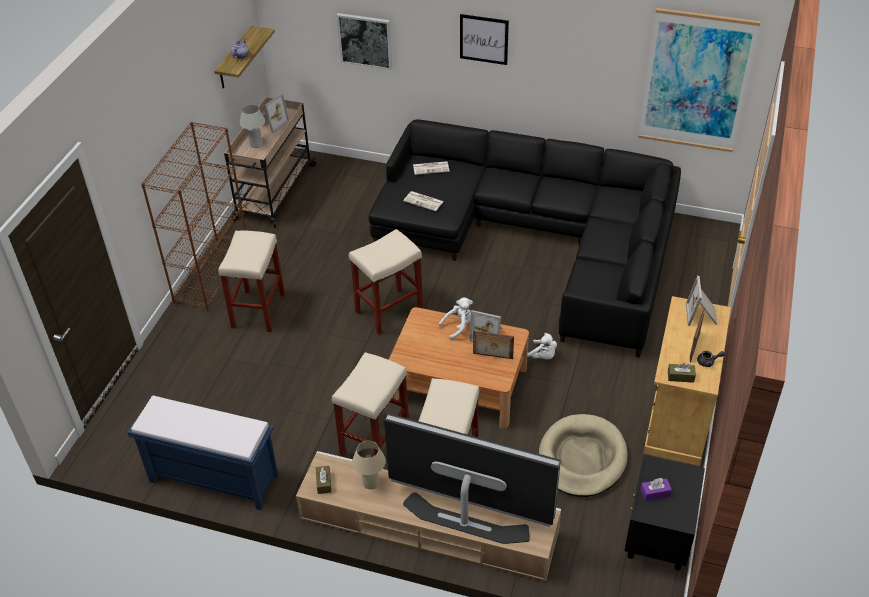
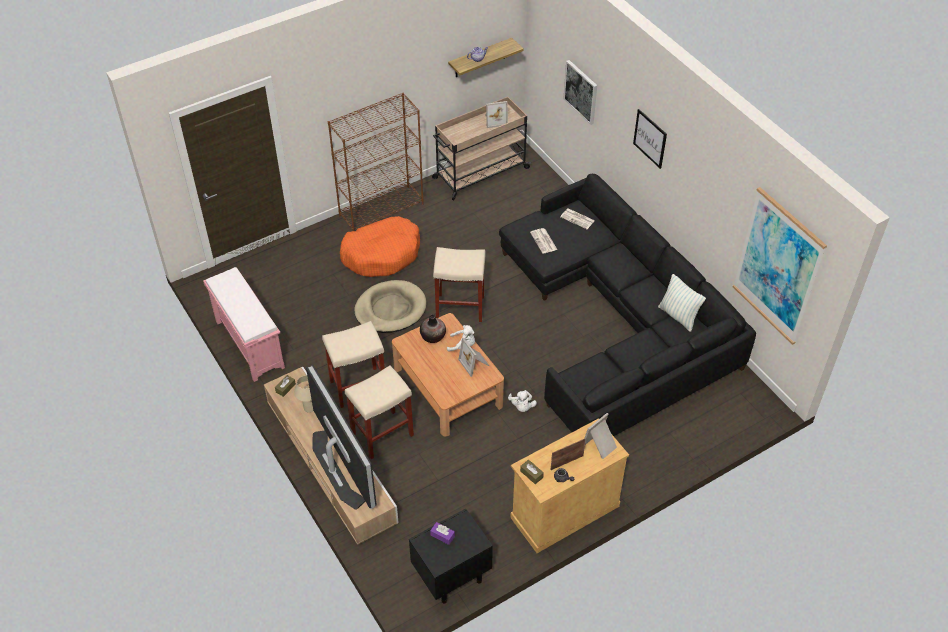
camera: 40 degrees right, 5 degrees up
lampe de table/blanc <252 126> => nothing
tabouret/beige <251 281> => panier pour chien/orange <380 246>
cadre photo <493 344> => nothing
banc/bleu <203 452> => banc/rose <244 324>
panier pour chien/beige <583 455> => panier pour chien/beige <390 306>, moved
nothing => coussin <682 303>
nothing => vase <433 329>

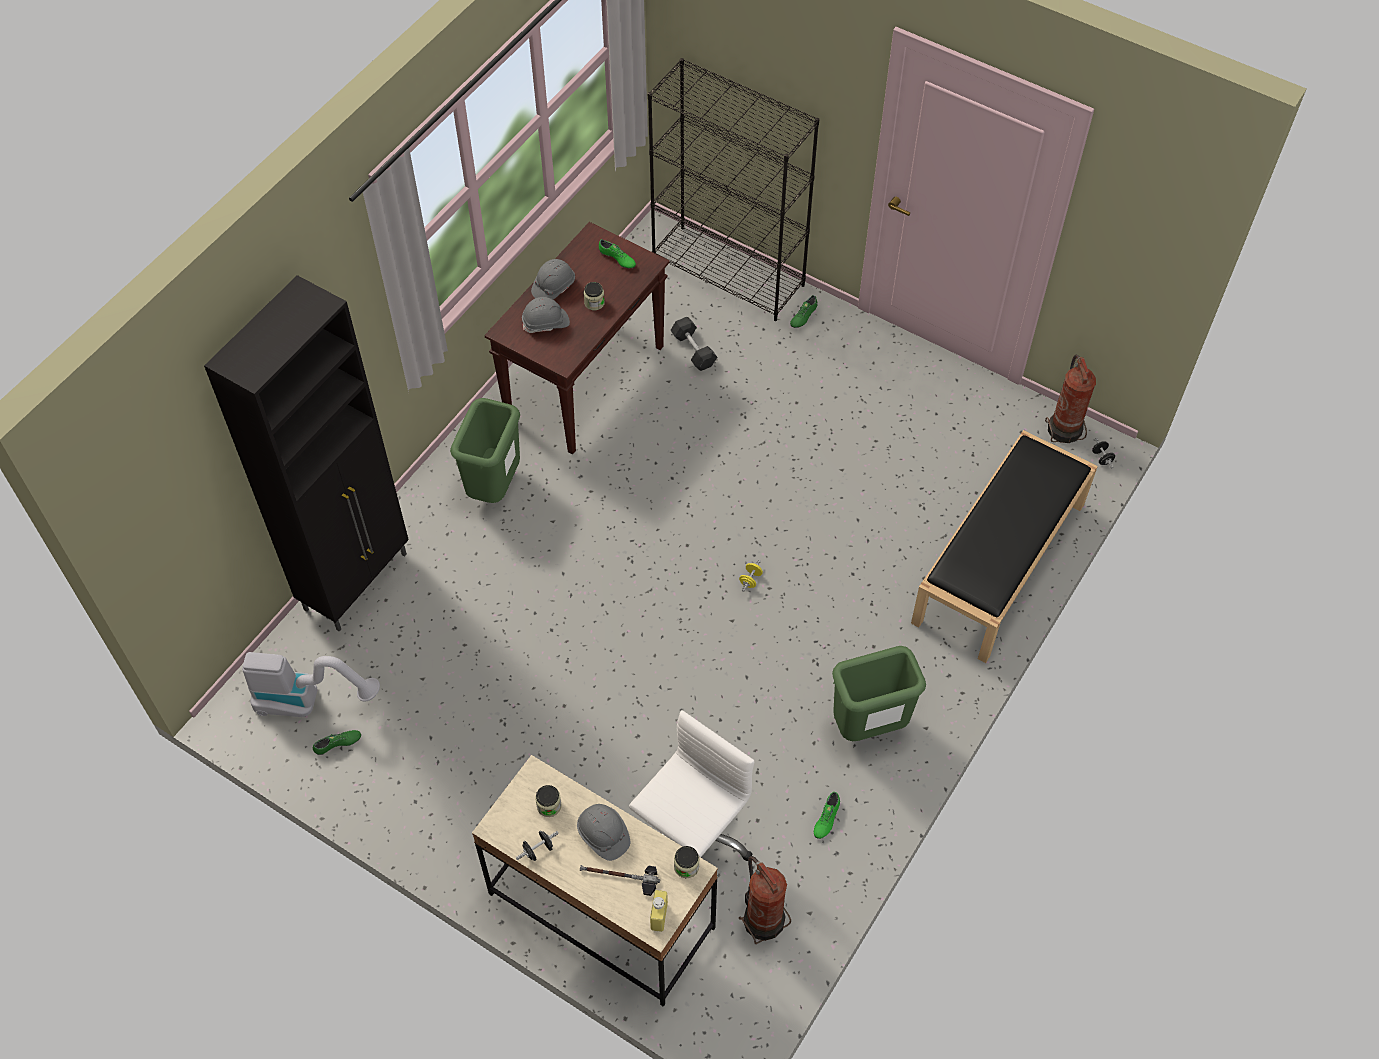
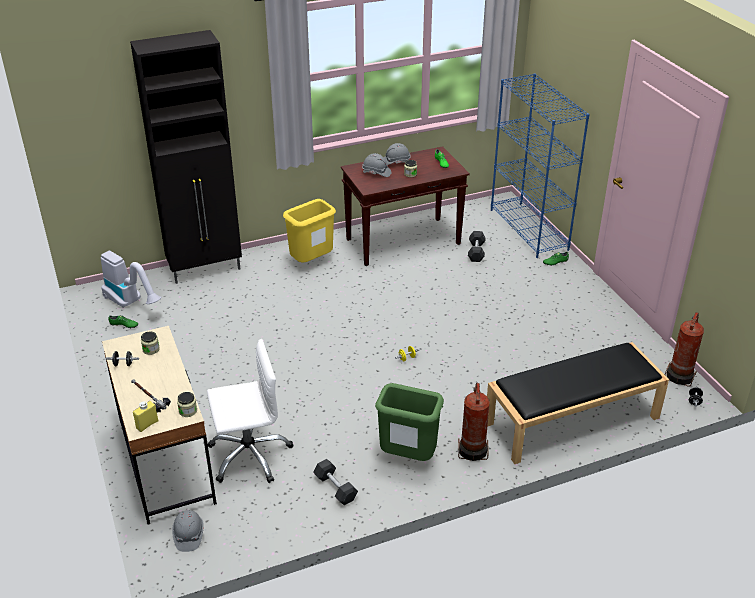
camera: 35 degrees right, 20 degrees down
bibliothèque/noir <733 189> => bibliothèque/bleu <540 165>
poubelle/vert <485 450> => poubelle/jaune <309 231>
chaussure/vert <827 815> => haltère/gris <335 482>
casque de chantier/gris <603 832> => casque de chantier/gris <188 531>, moved
extincteur <765 900> => extincteur <474 421>, moved

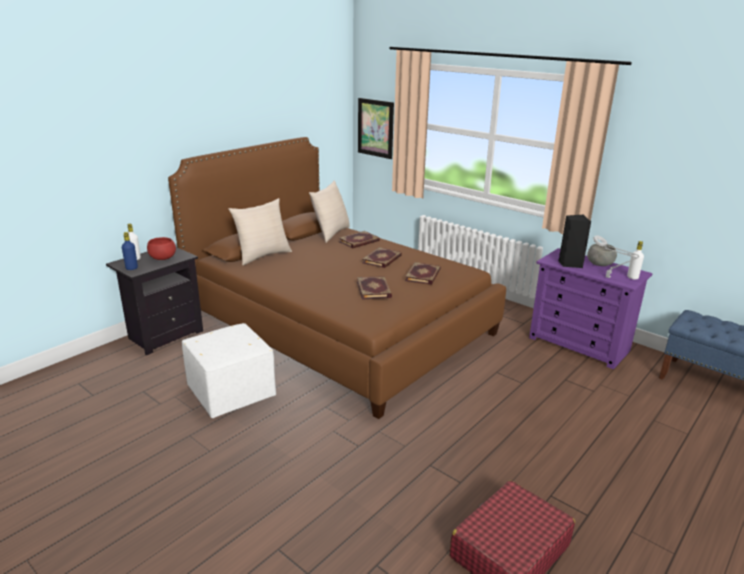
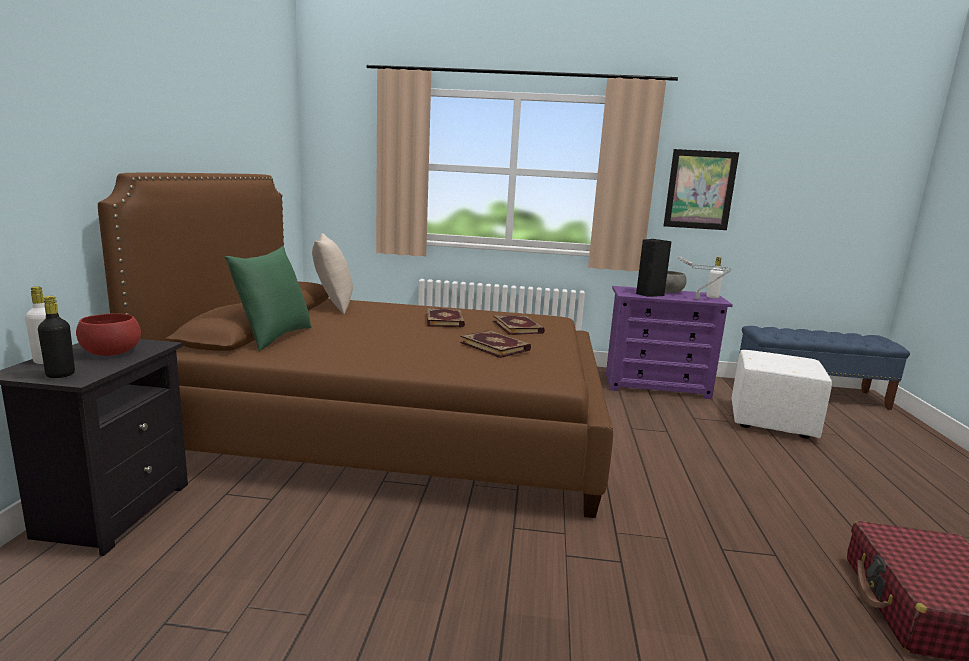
camera: 35 degrees left, 10 degrees down
tableau <376 128> => tableau <701 189>, moved
coussin/beige <260 231> => coussin/vert <268 298>
livre <359 239> => nothing
bouteille/bleu <130 251> => bouteille/noir <56 337>
pouf/blanc <229 370> => pouf/blanc <781 394>, moved

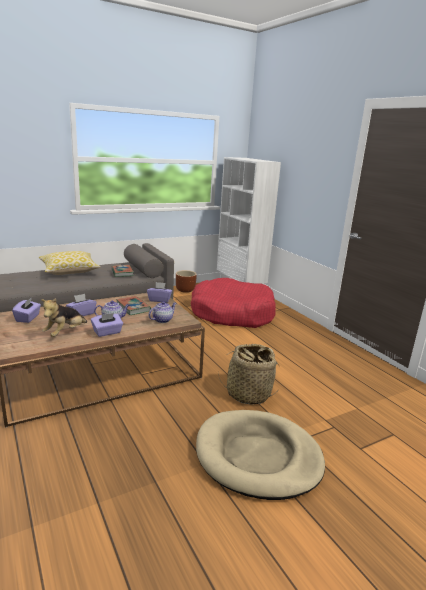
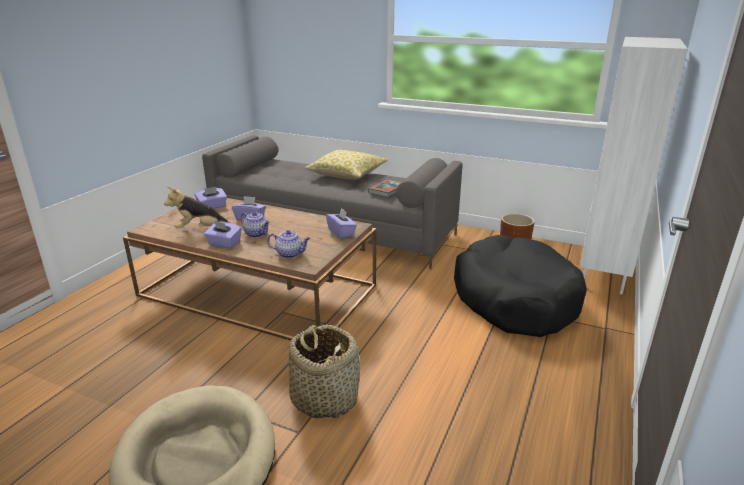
camera: 55 degrees right, 5 degrees up
panier pour chien/rouge <233 303> => panier pour chien/noir <520 286>
livre <133 305> => nothing

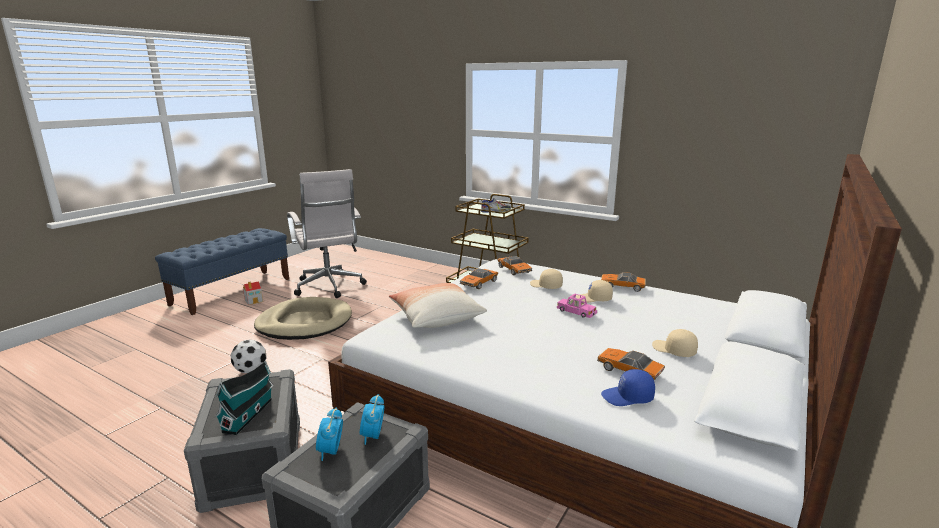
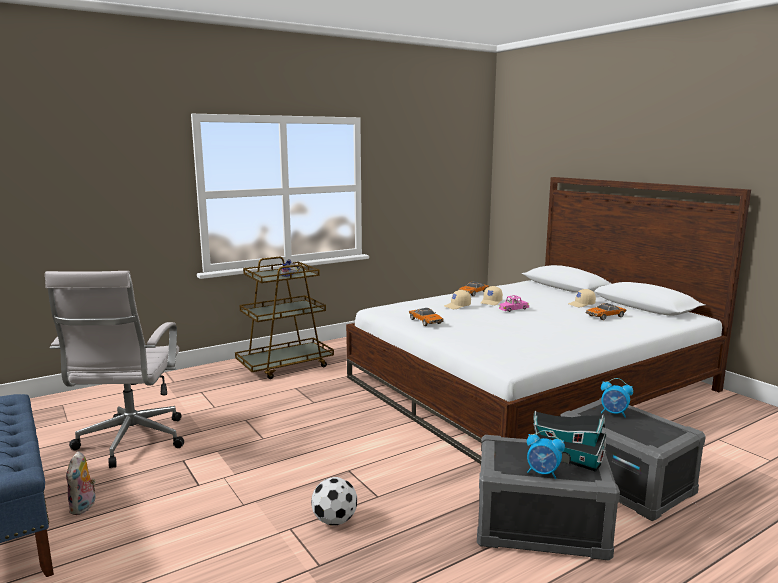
camera: 65 degrees left, 5 degrees down
chaise de bureau/blanc <327 233> => chaise de bureau/blanc <114 369>, 90 degrees clockwise
petite voiture <514 265> => nothing
maison miniature <253 293> => peluche <81 483>
coussin <438 305> => nothing
panier pour chien/beige <303 318> => nothing
casquette/bleu <628 387> => nothing
réveil <329 434> => réveil <546 454>, moved

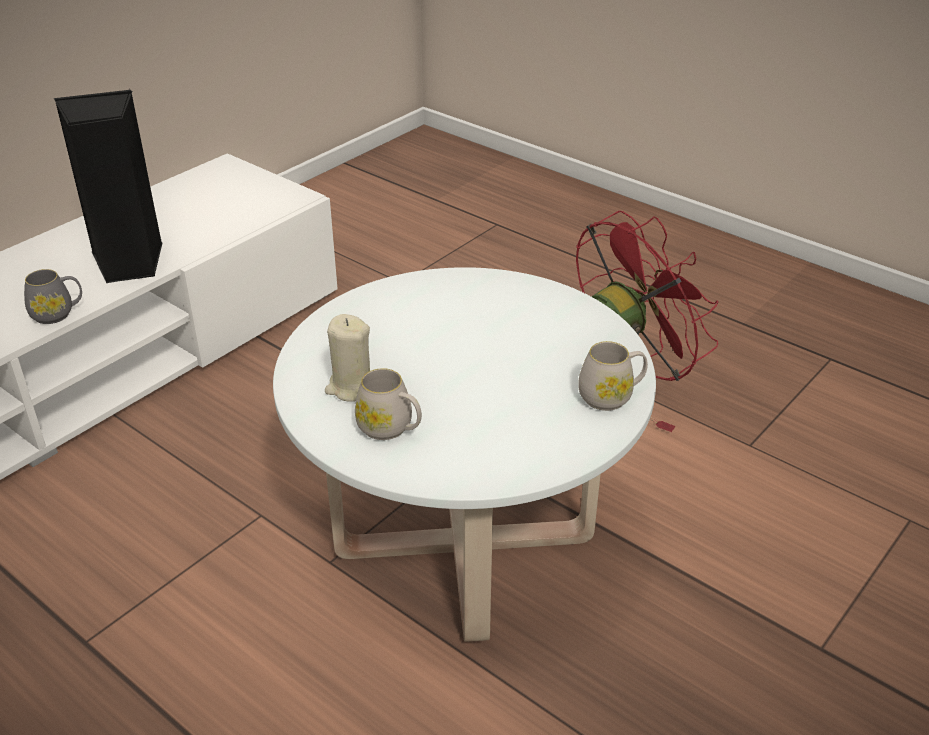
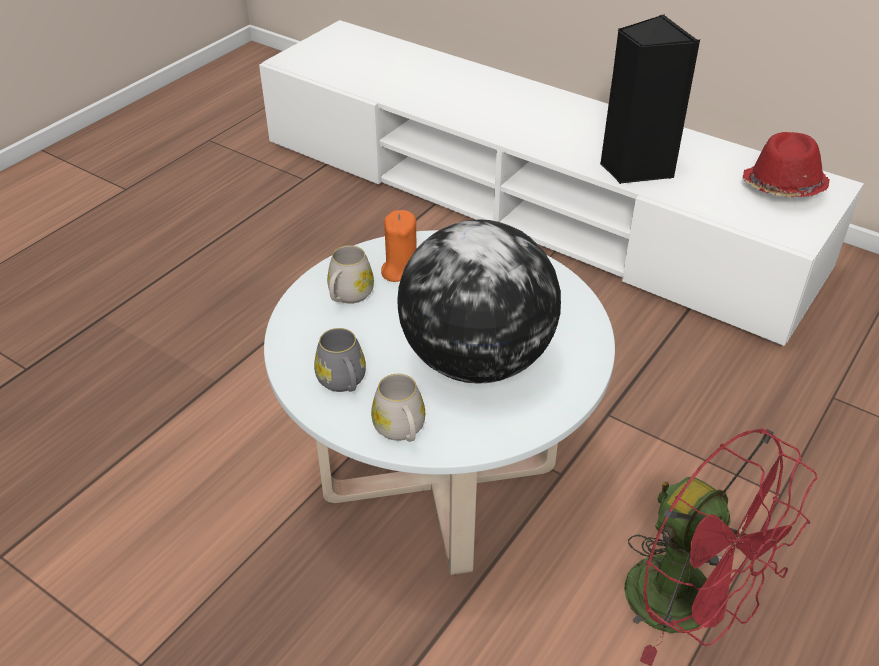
camera: 85 degrees right, 5 degrees up
mug/gris <53 296> => mug/gris <340 360>, moved
bougie/beige <347 358> => bougie/orange <399 246>
nothing => chapeau/rouge <786 165>
nothing => globe <479 302>

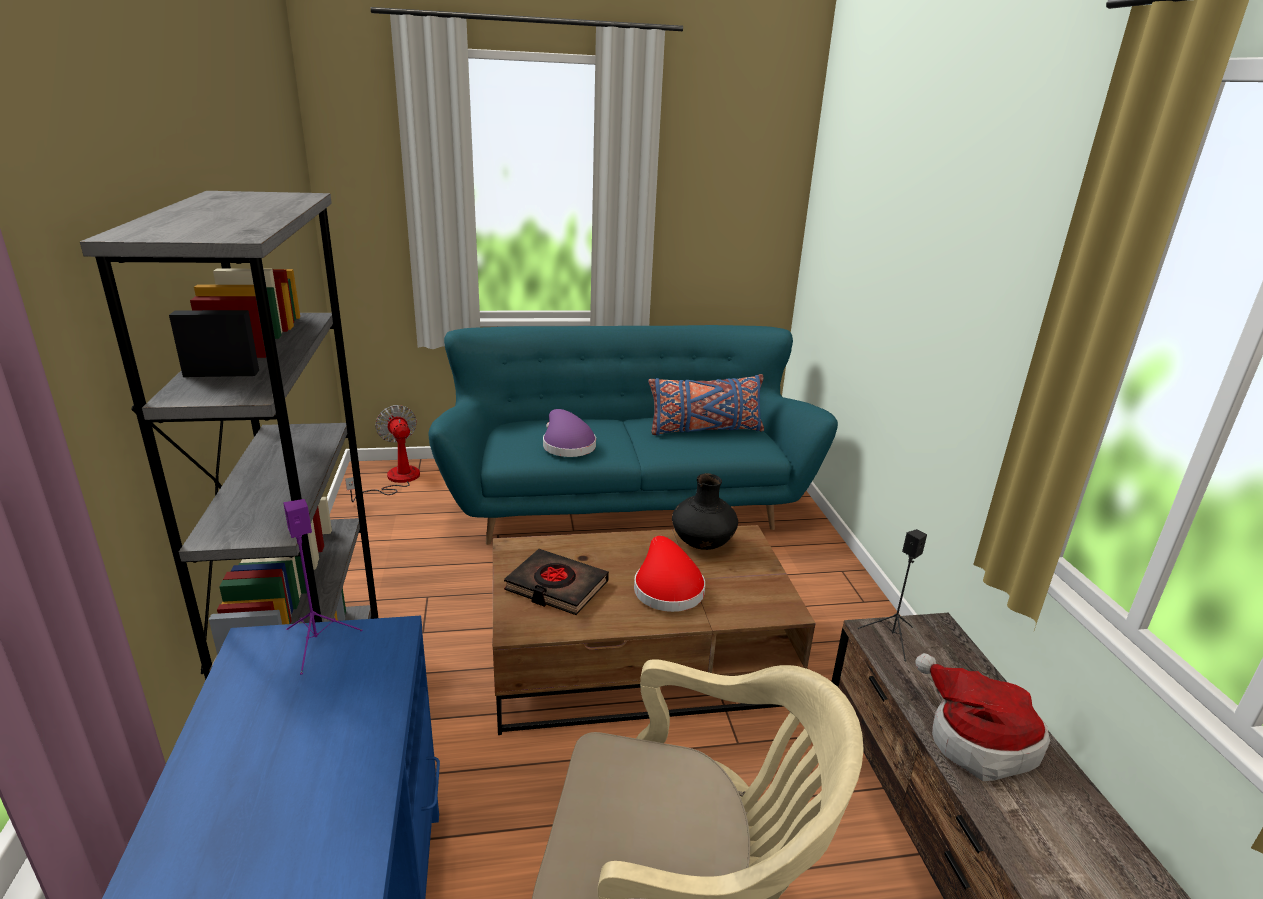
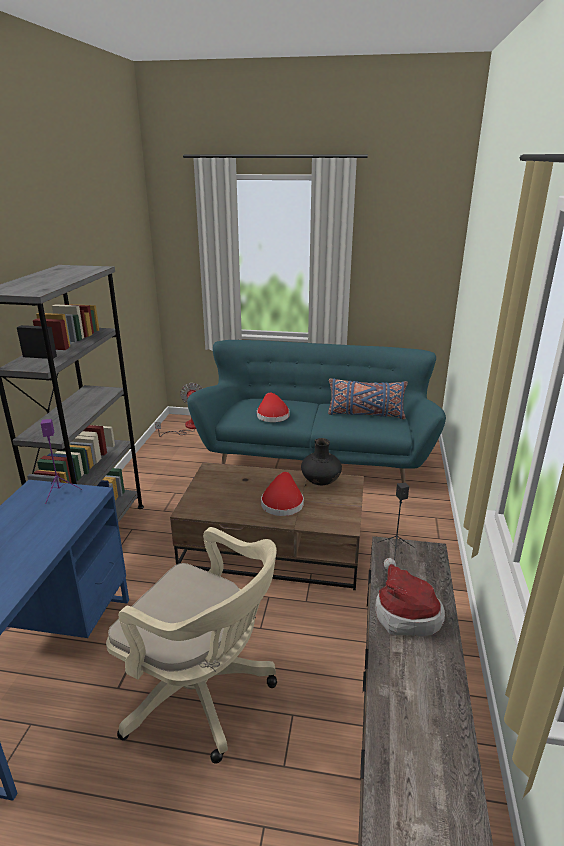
camera: 20 degrees right, 0 degrees up
chapeau/violet <569 433> => chapeau/rouge <273 407>
livre/noir <556 582> => nothing

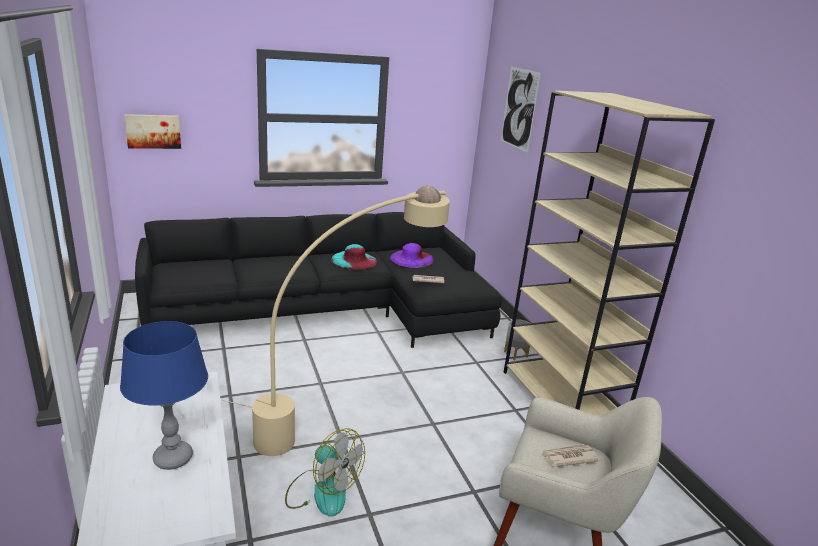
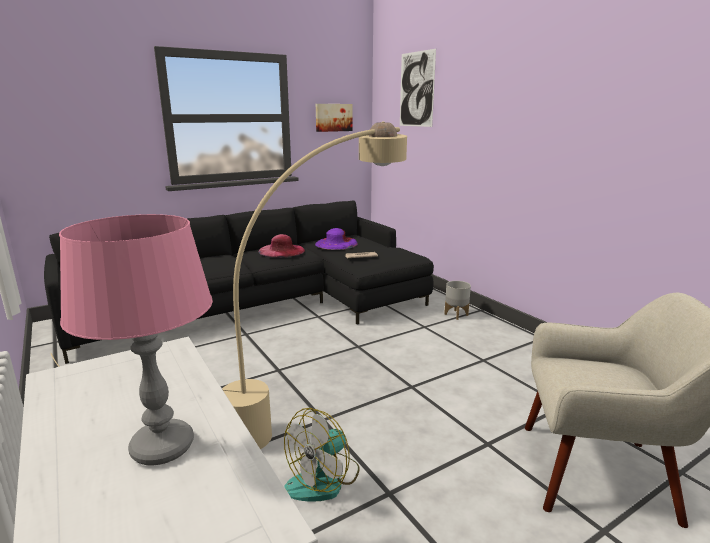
camera: 10 degrees left, 5 degrees down
bibliothèque/beige <609 253> => nothing
tableau <152 131> => tableau <334 118>, moved
chapeau/turquoise <354 257> => chapeau/rose <282 245>
lampe de table/bleu <164 395> => lampe de table/rose <136 339>
ventilateur <325 472> => ventilateur <322 454>, 105 degrees clockwise
journal <570 455> => nothing

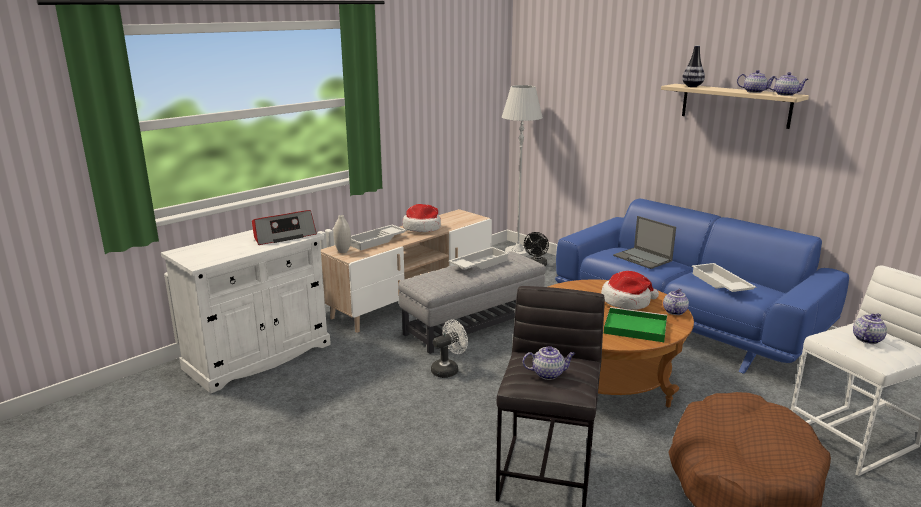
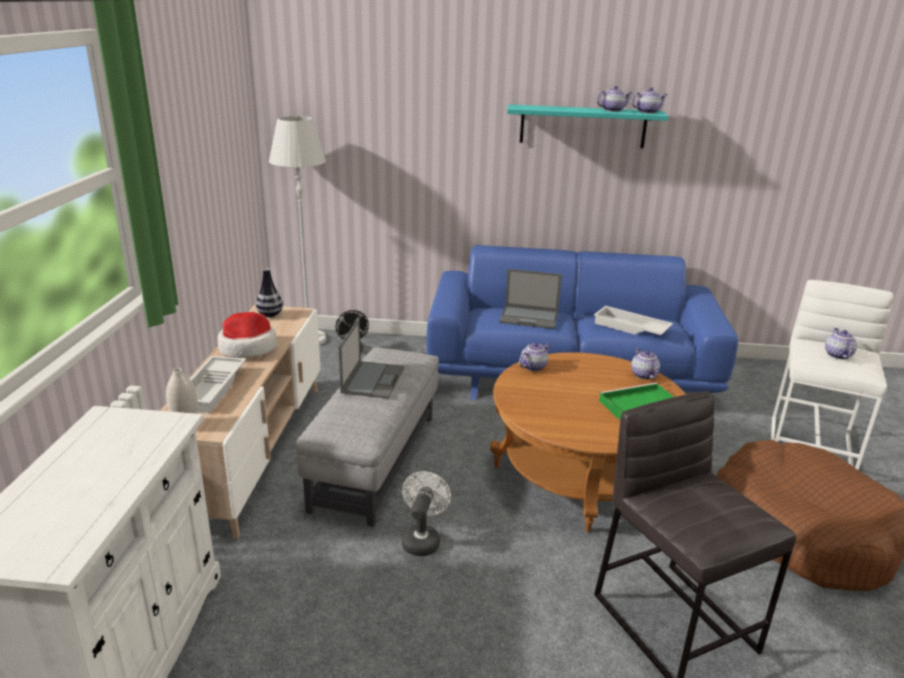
camera: 40 degrees left, 5 degrees up
vase <693 66> => vase <269 292>, moved
étagère/beige <735 106> => étagère/turquoise <588 126>
radio <284 227> => nothing
plateau/blanc <479 258> => ordinateur portable <371 359>
chapeau <630 290> => nothing
théière <549 363> => théière <534 357>, moved

